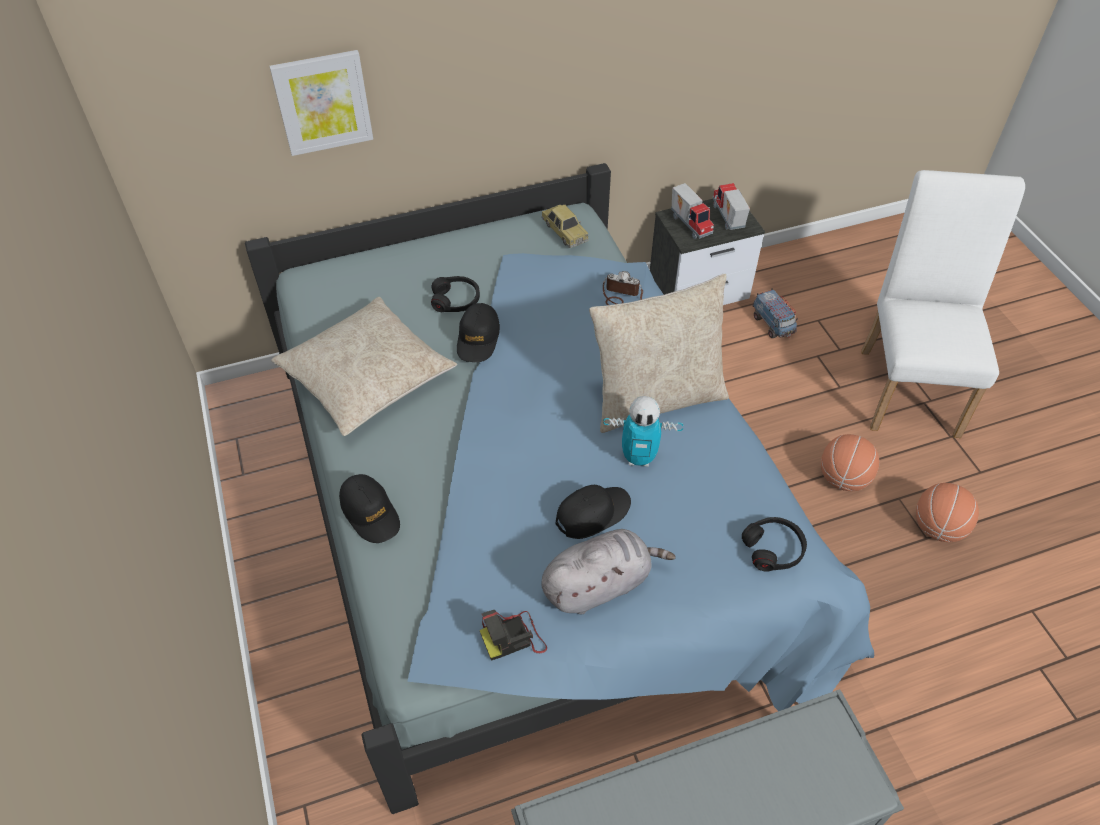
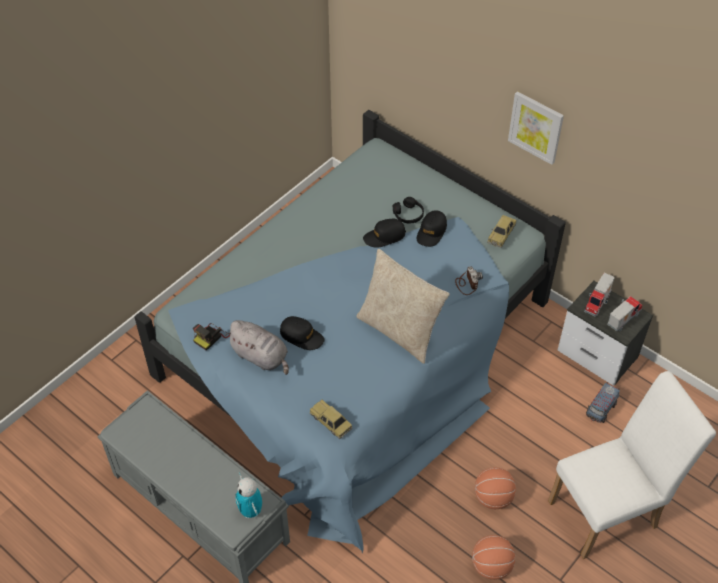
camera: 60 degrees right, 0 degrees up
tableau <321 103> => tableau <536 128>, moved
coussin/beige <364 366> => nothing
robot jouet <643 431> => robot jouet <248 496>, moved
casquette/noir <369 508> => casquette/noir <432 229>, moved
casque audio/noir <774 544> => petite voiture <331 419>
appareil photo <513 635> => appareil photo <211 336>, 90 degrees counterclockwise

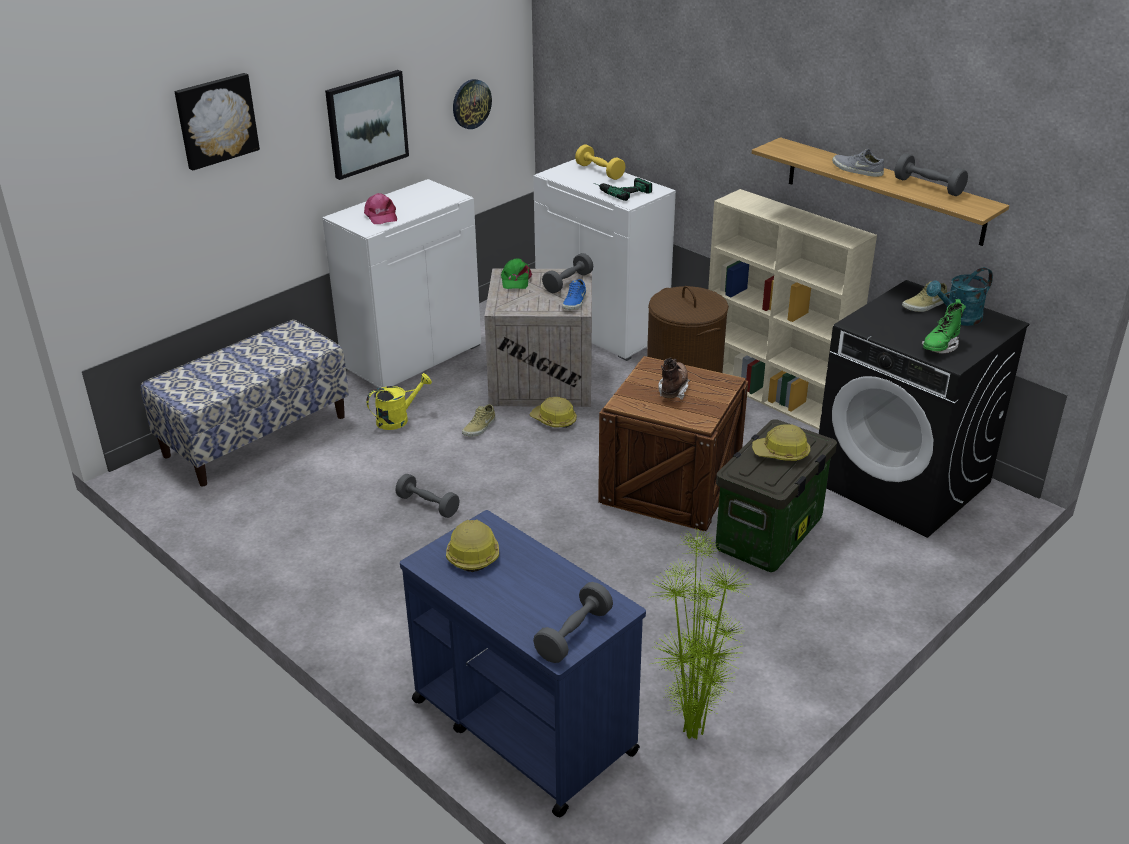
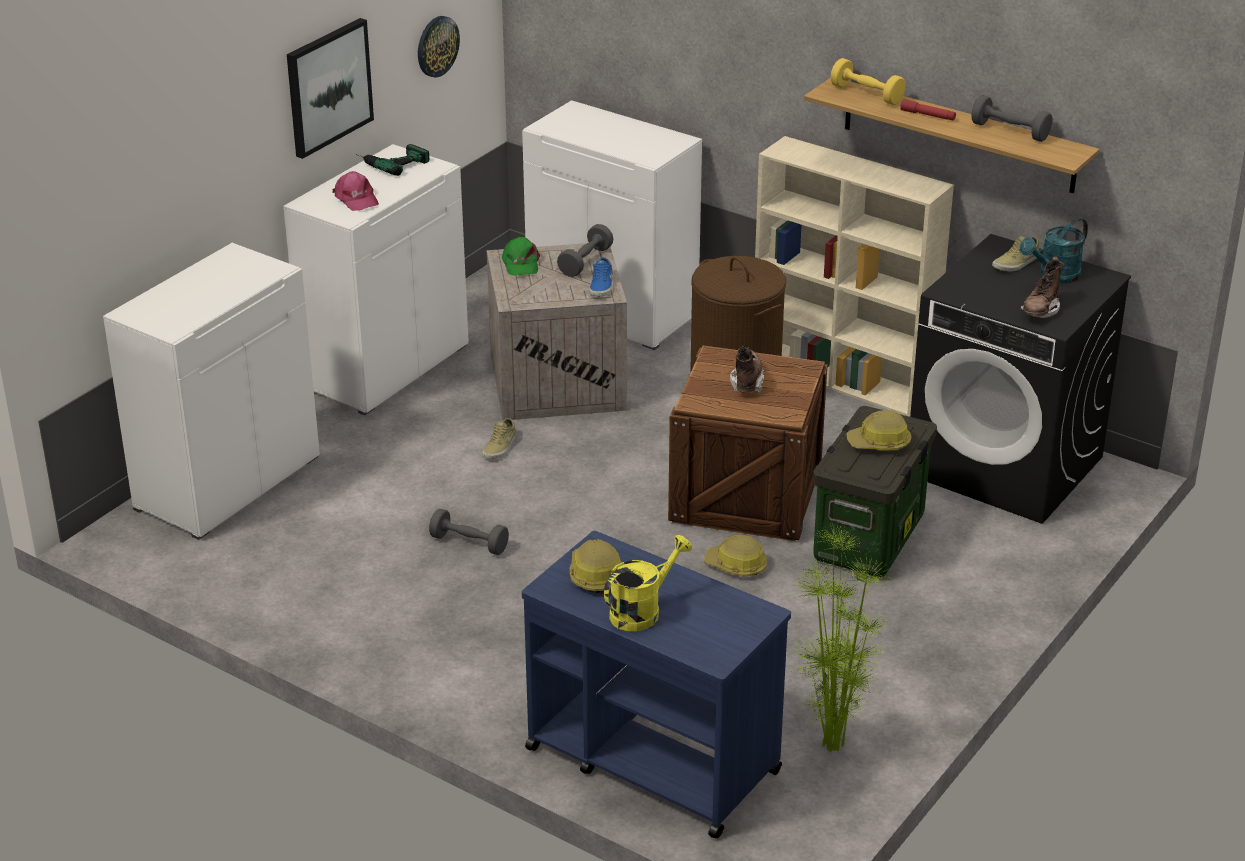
camera: 10 degrees left, 0 degrees up
tableau <217 122> => nothing
haltère/jaune <600 162> => haltère/jaune <868 81>, moved
chaussure/gris <858 163> => lampe de poche/rouge <928 110>
perceuse <623 189> => perceuse <392 160>, moved
botte/vert <944 326> => botte/marron <1042 287>
banc <245 403> => meuble de rangement/blanc <211 391>
arrosoir/jaune <399 401> => arrosoir/jaune <648 583>, moved
casque de chantier <553 412> => casque de chantier <736 556>, moved
haltère/gris <573 622> => nothing

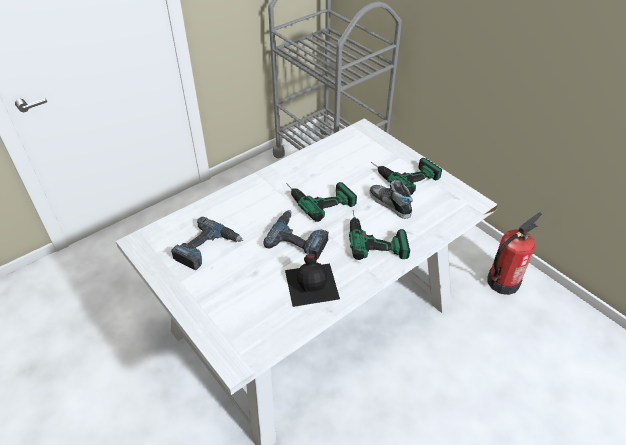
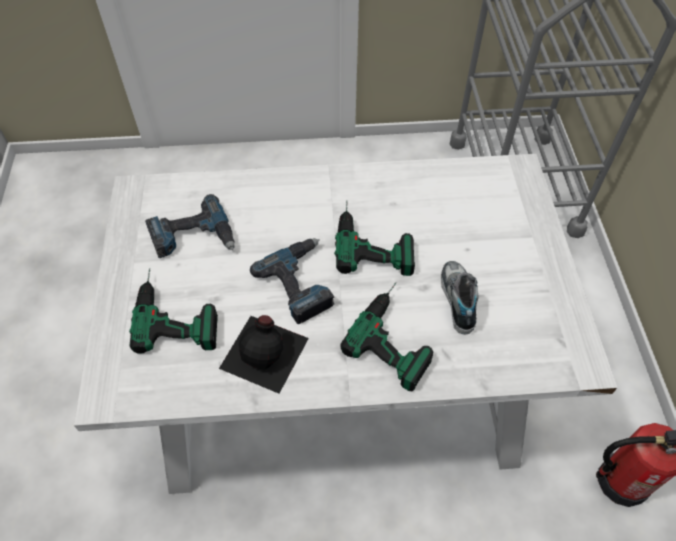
camera: 35 degrees right, 10 degrees up
perceuse <406 176> => perceuse <173 311>, moved

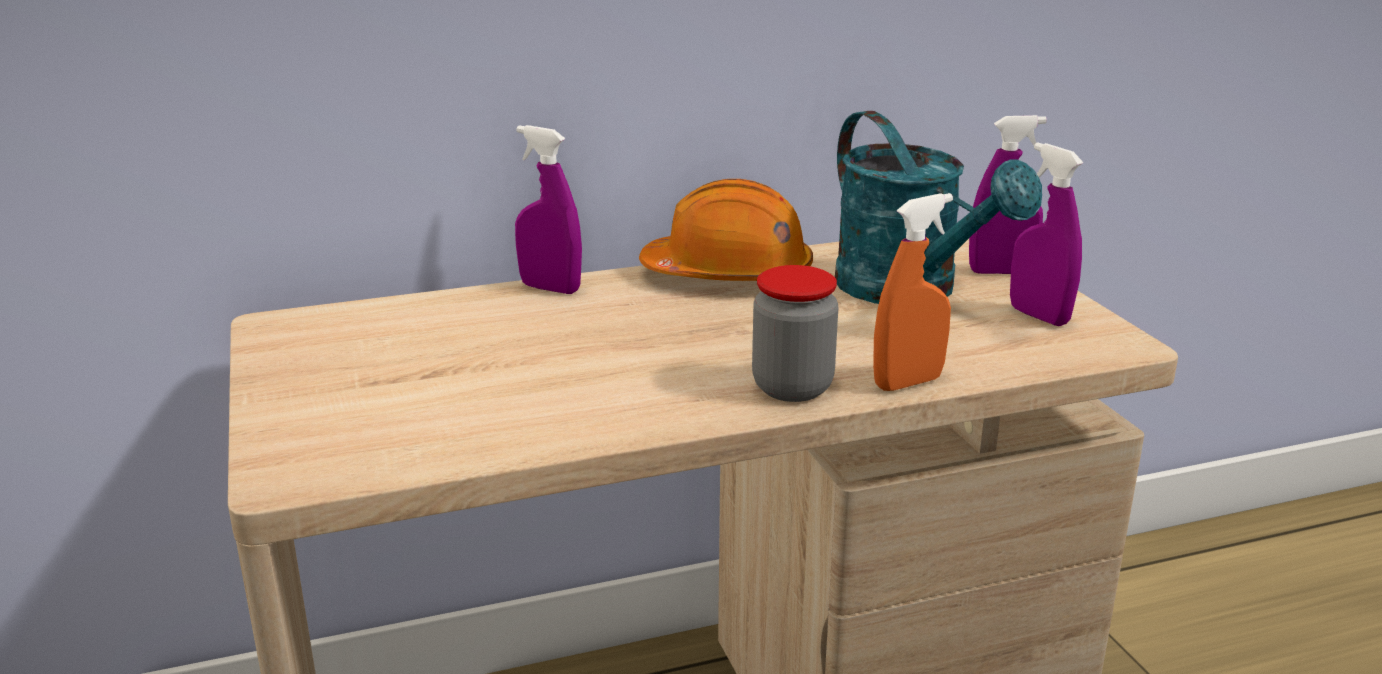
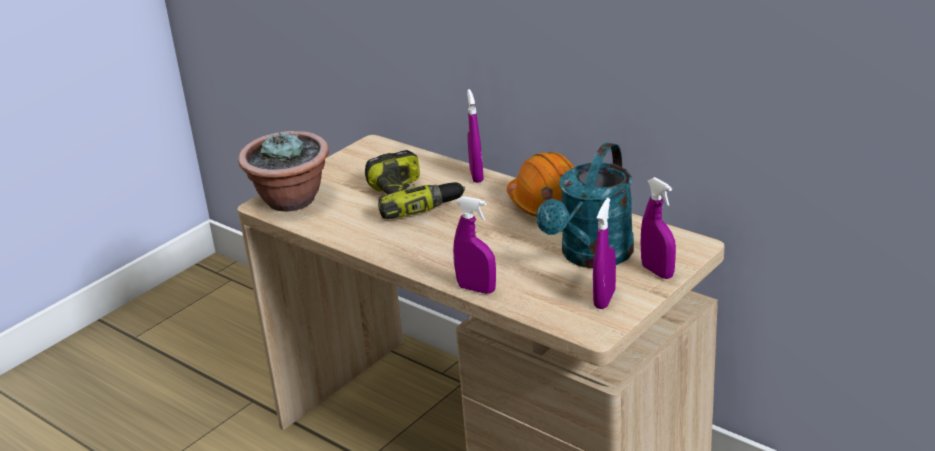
camera: 60 degrees right, 5 degrees up
vaporisateur/orange <913 292> => vaporisateur/violet <474 245>
bocal <795 333> => nothing
nothing => plante en pot <283 171>
nothing => perceuse <415 184>

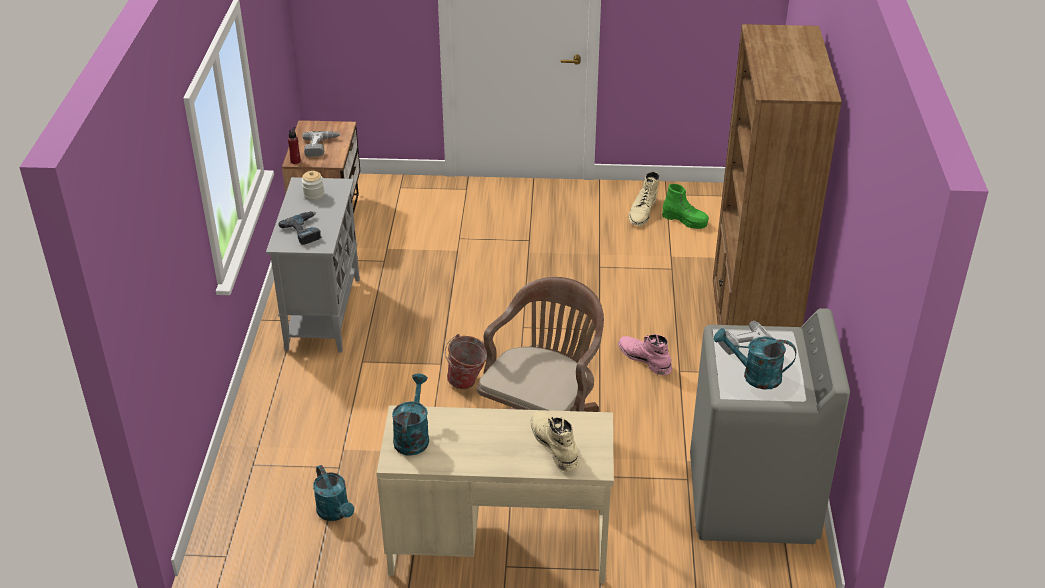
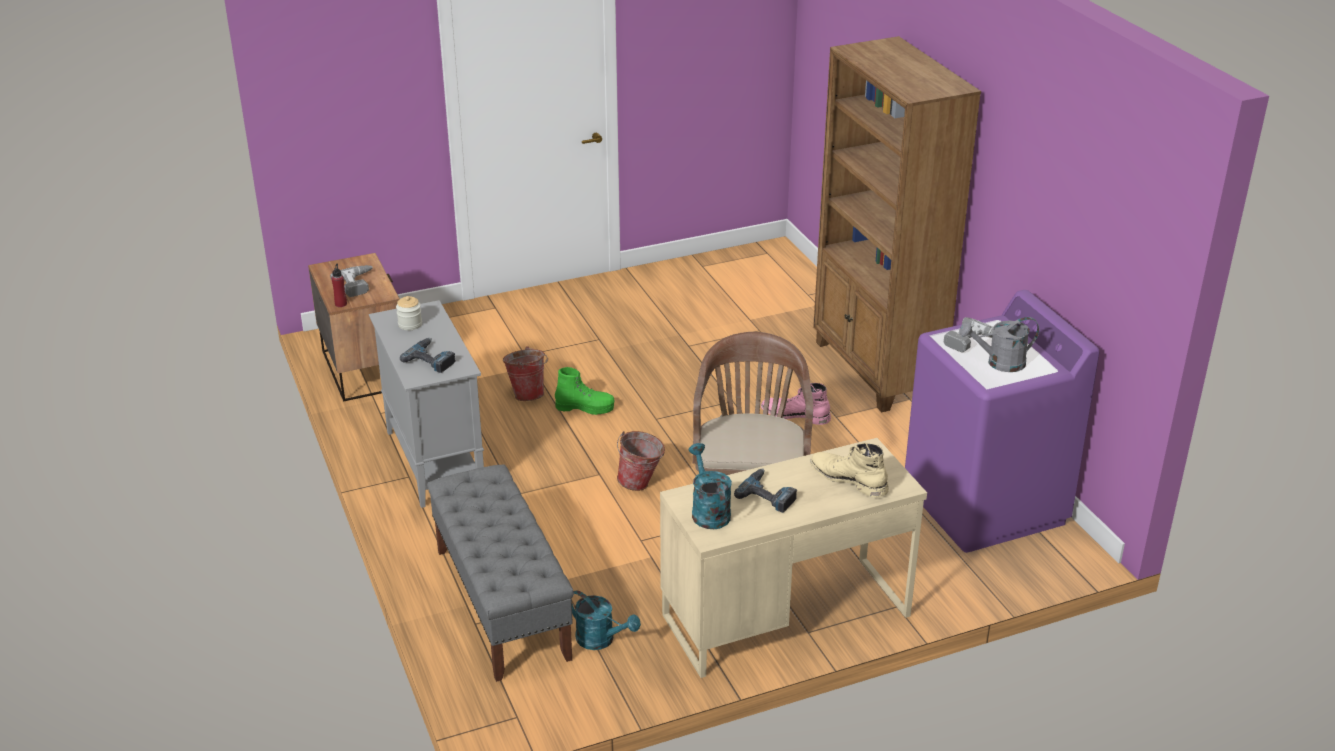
camera: 25 degrees left, 5 degrees down
botte/beige <644 199> => nothing
botte/vert <685 206> => botte/vert <585 391>, moved
lave-linge/gris <770 426> => lave-linge/violet <1002 421>
arrosoir/turquoise <755 359> => arrosoir/gris <999 344>
nothing => seau <525 373>
nothing => banc/gris <500 573>
nothing => perceuse <765 490>

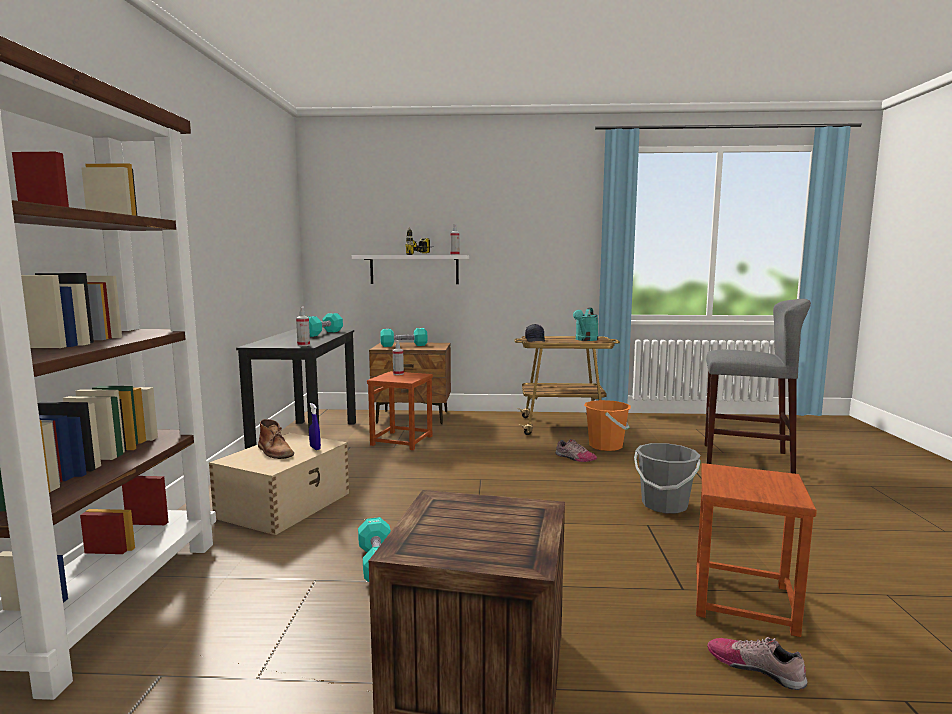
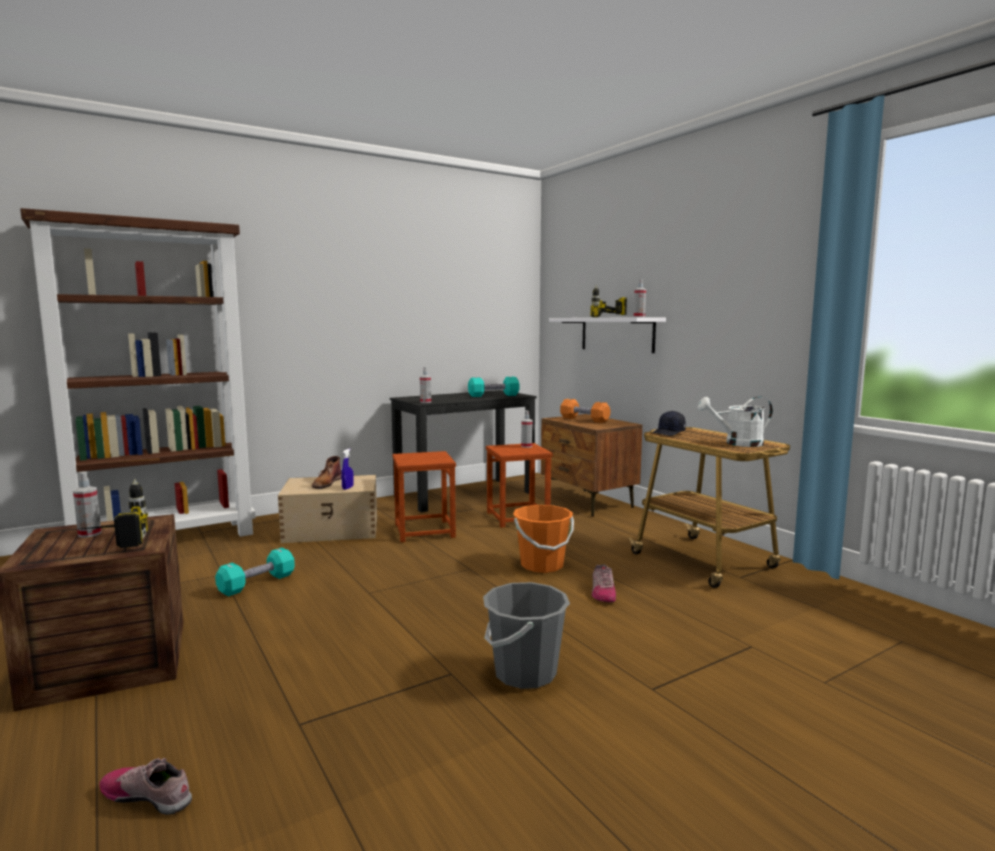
camera: 55 degrees right, 0 degrees up
tabouret/gris <758 386> => nothing
arrosoir/turquoise <585 324> => arrosoir/blanc <735 421>
haltère/turquoise <404 337> => haltère/orange <585 411>
seau/orange <607 425> => seau/orange <543 539>, moved
tabouret/marron <756 550> => tabouret/marron <424 496>, moved
chaussure <757 663> => chaussure <146 786>, 75 degrees counterclockwise
nothing => vaporisateur <87 505>
nothing => perceuse <110 513>

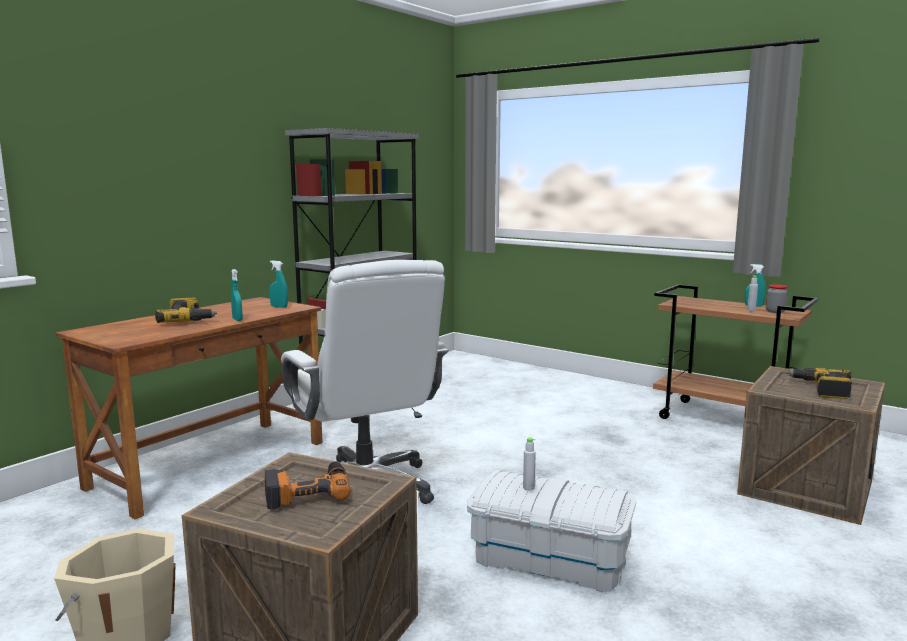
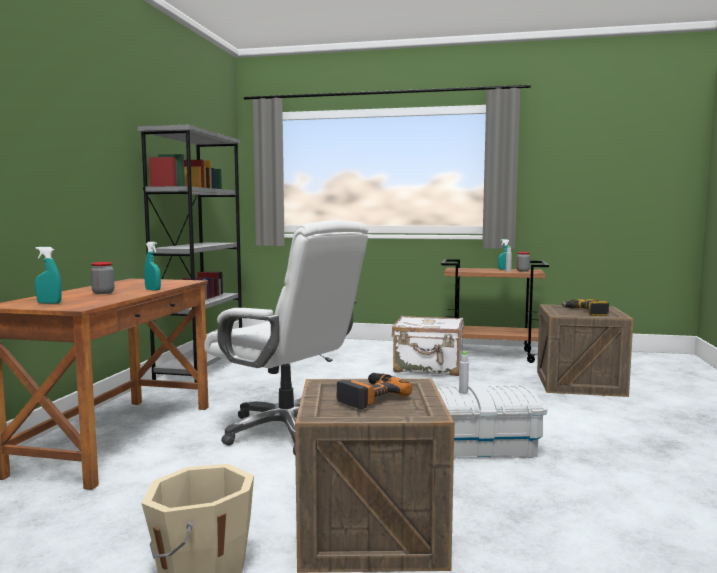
camera: 25 degrees left, 5 degrees down
vaporisateur/turquoise <278 284> => vaporisateur/turquoise <48 275>, moved
perceuse <186 310> => bocal <102 278>
nothing => valise/blanc <428 346>

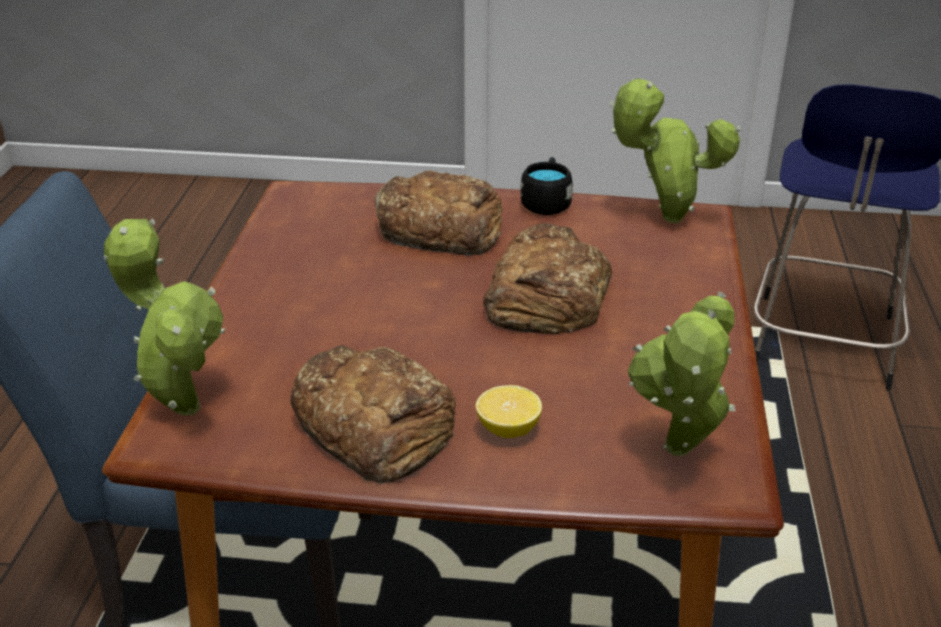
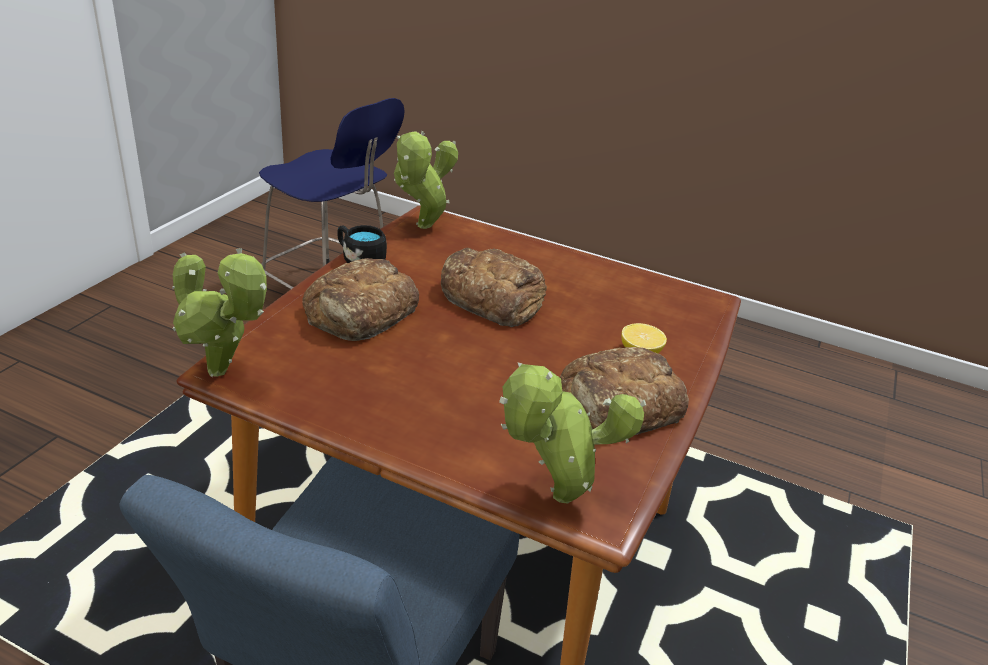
camera: 75 degrees left, 0 degrees up
plante en pot <682 374> => plante en pot <219 312>, moved

